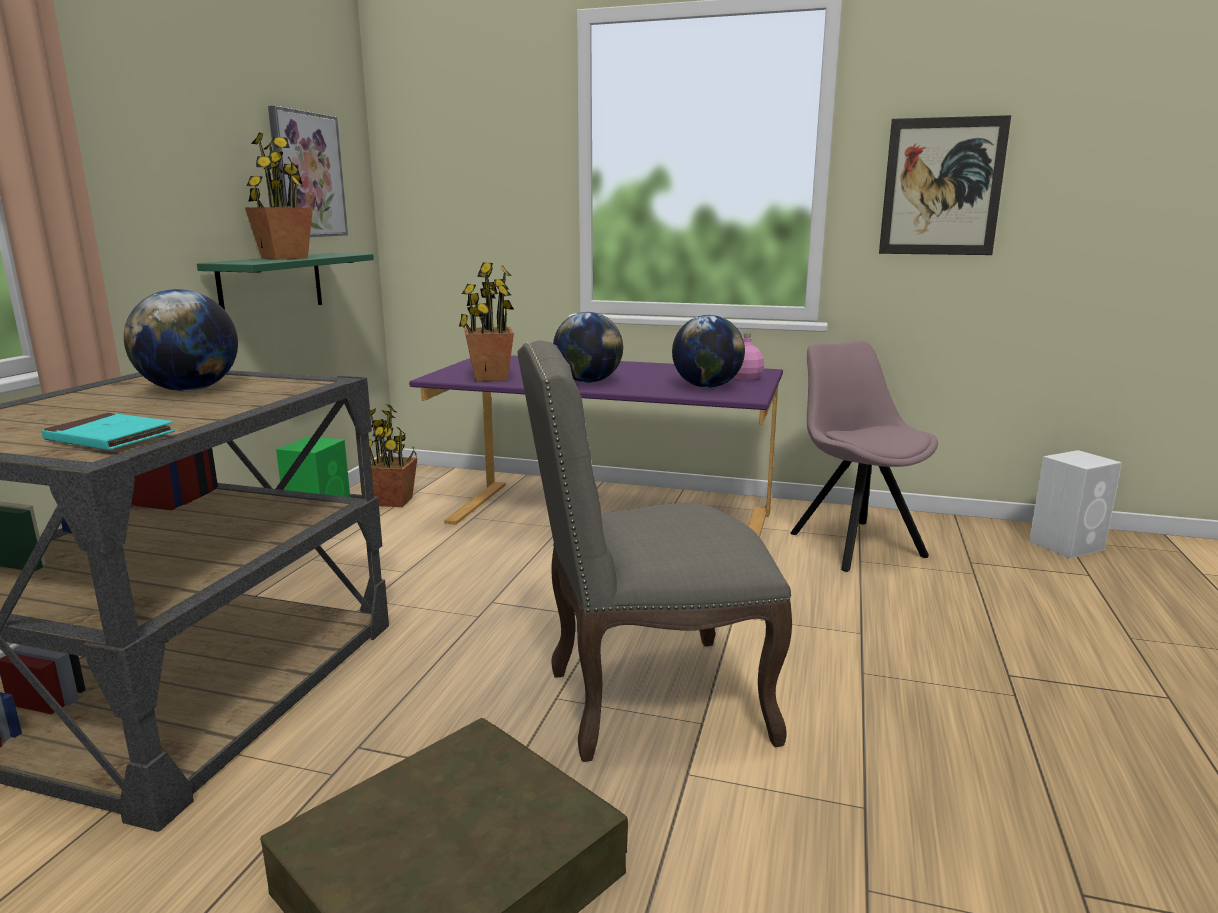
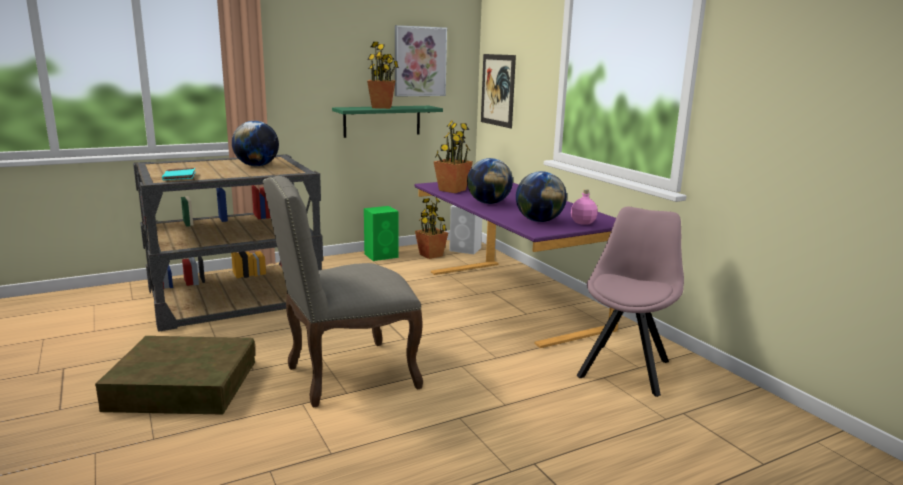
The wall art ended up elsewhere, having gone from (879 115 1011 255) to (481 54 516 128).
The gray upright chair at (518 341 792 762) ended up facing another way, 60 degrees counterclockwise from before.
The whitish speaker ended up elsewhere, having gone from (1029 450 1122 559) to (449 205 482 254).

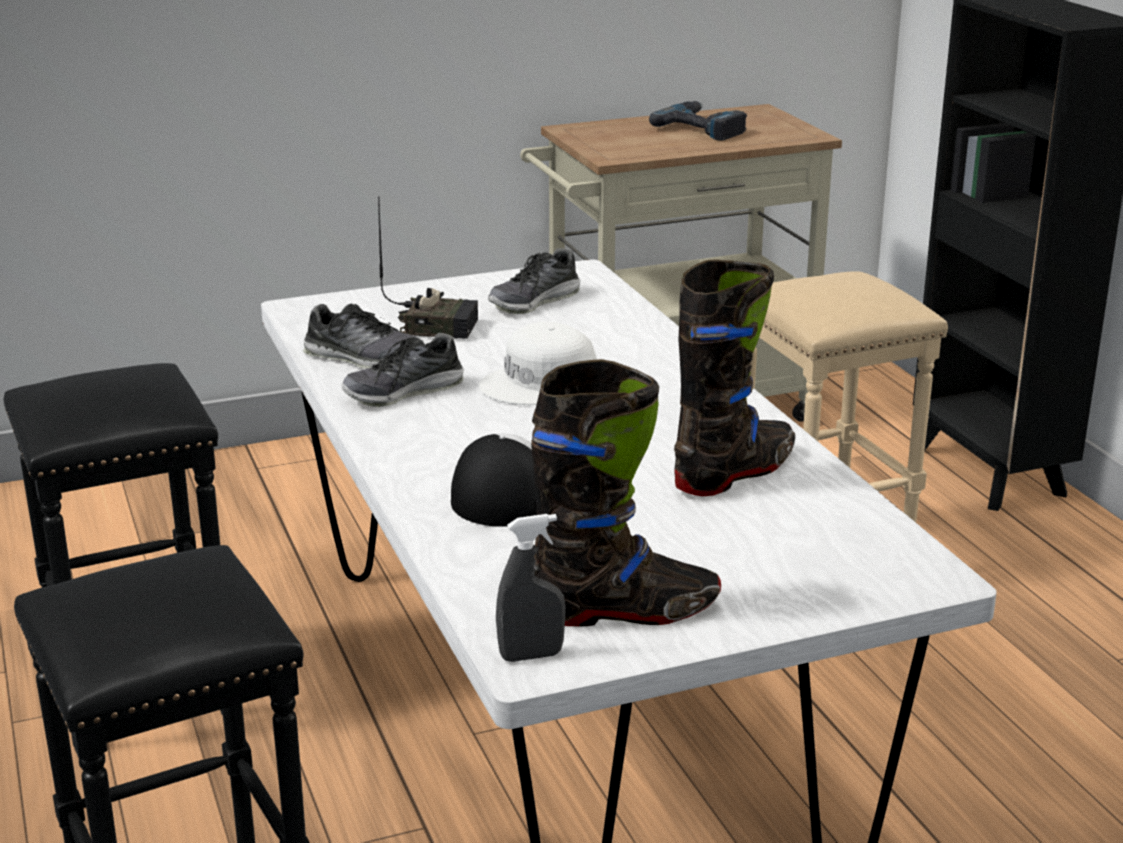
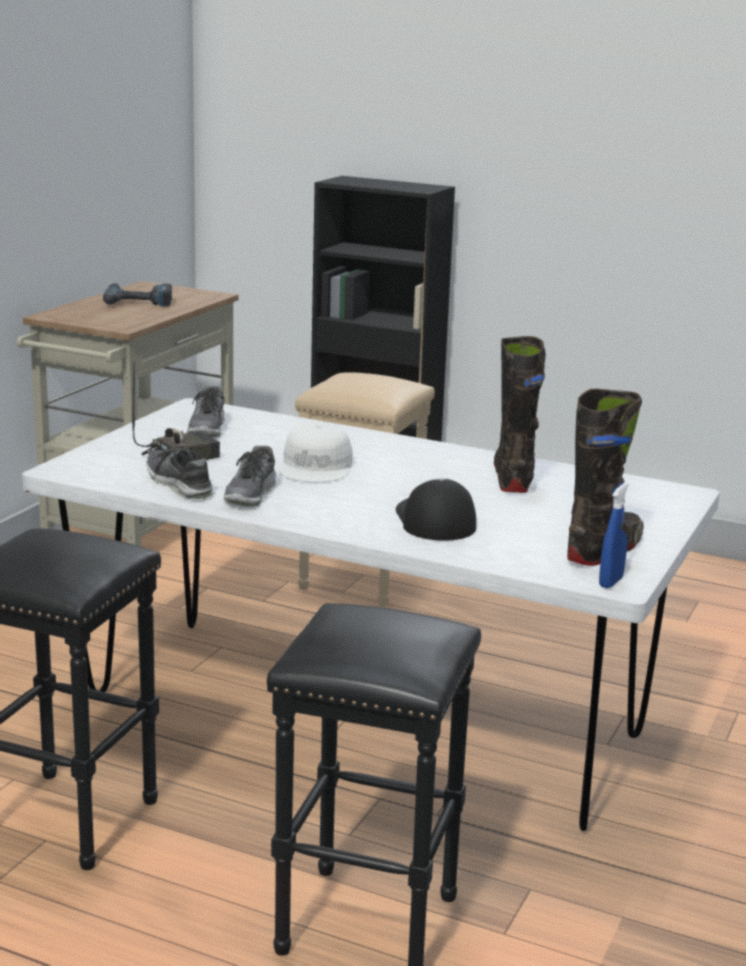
The shoe at (303 303 417 369) ended up facing another way, 105 degrees counterclockwise from before.
What was the gray hand sprayer at (496 514 566 662) turned into the blue hand sprayer at (599 482 629 588).

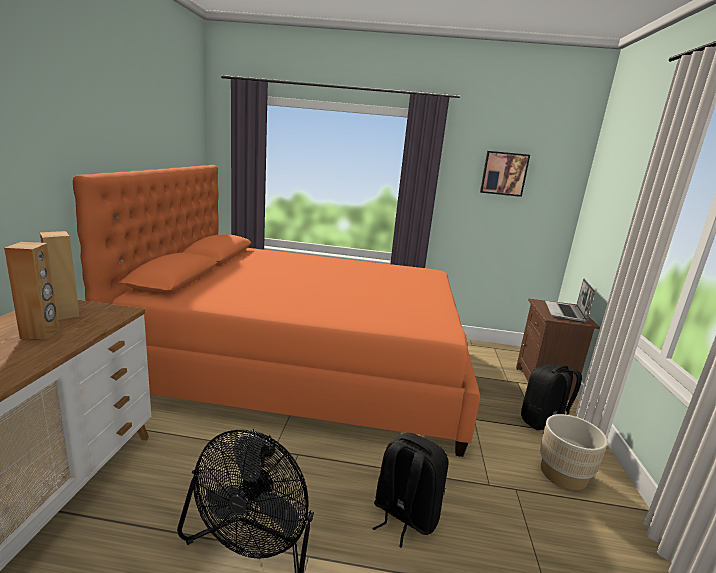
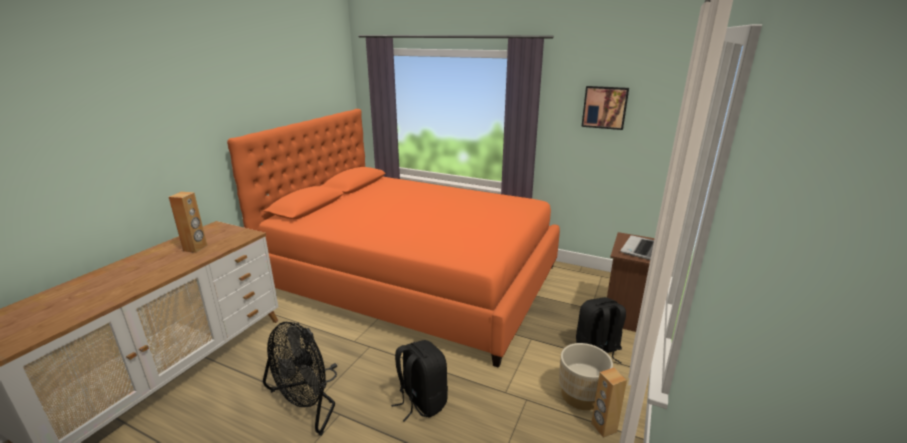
The brownish speaker ended up elsewhere, having gone from (40 231 80 320) to (591 368 627 438).

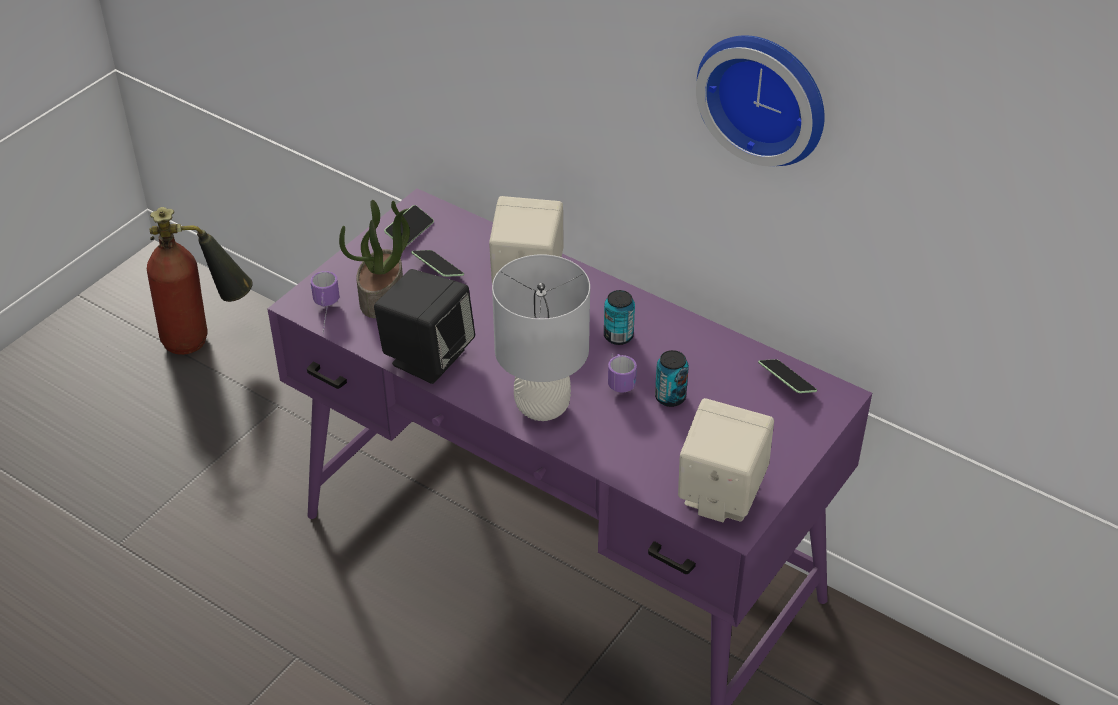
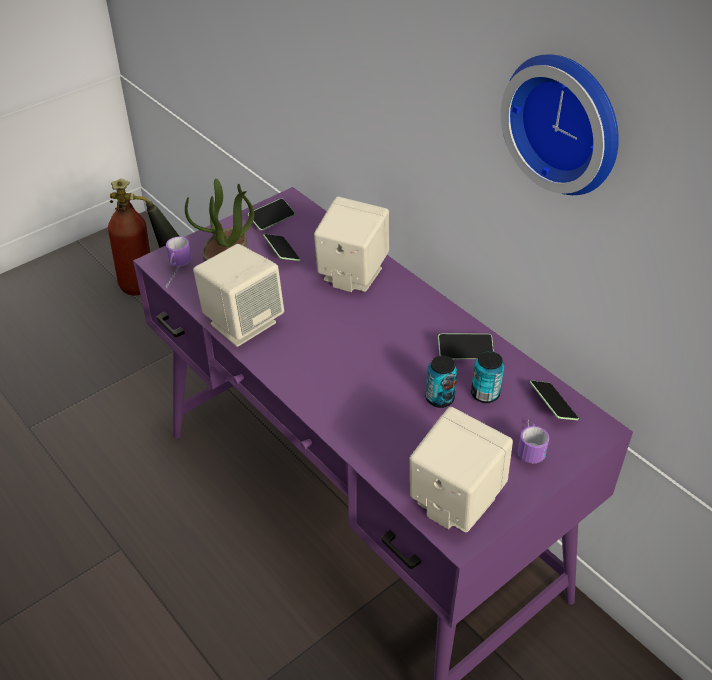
The second view lost the gray table lamp at (492 254 590 421).
What was the black speaker at (374 269 475 384) turned into the beige-coloured speaker at (193 244 284 347).
The metal can ended up elsewhere, having gone from (604 290 635 345) to (471 351 504 403).
The coffee mug ended up elsewhere, having gone from (608 354 637 393) to (518 420 549 463).
The second view gained the phone at (438 334 494 359).

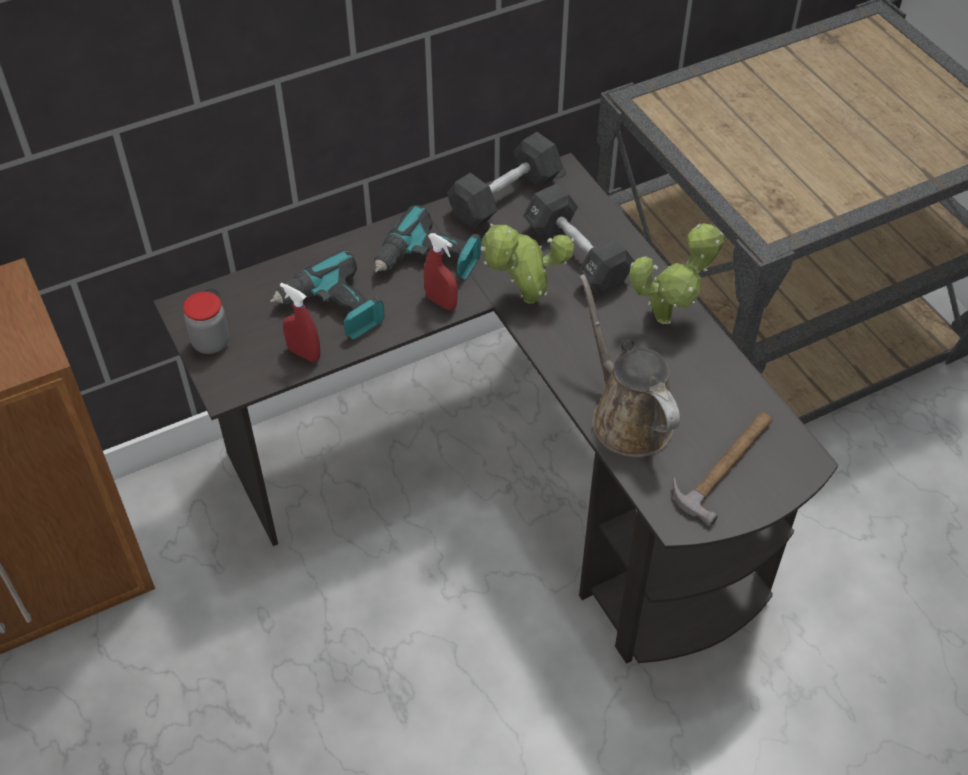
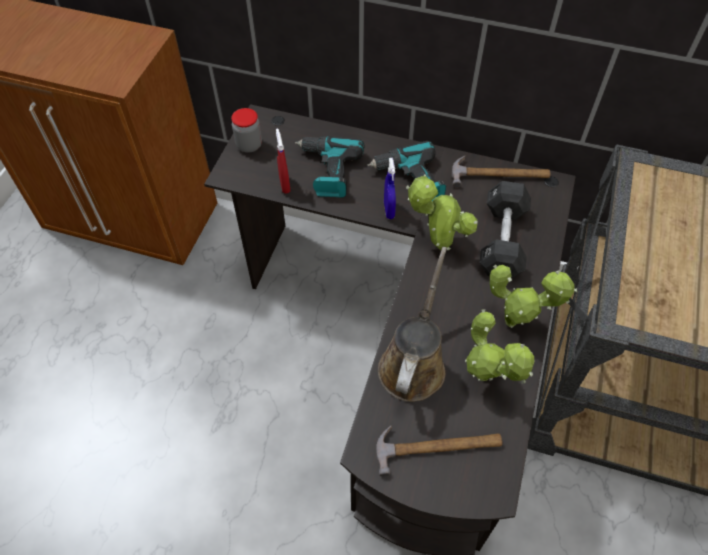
Where the black free weight stood at (447 132 563 229), the tool hammer came to stand at (452 155 551 188).
What was the red hand sprayer at (424 233 458 310) turned into the blue hand sprayer at (384 158 396 219).
The second view gained the potted plant at (465 309 535 384).

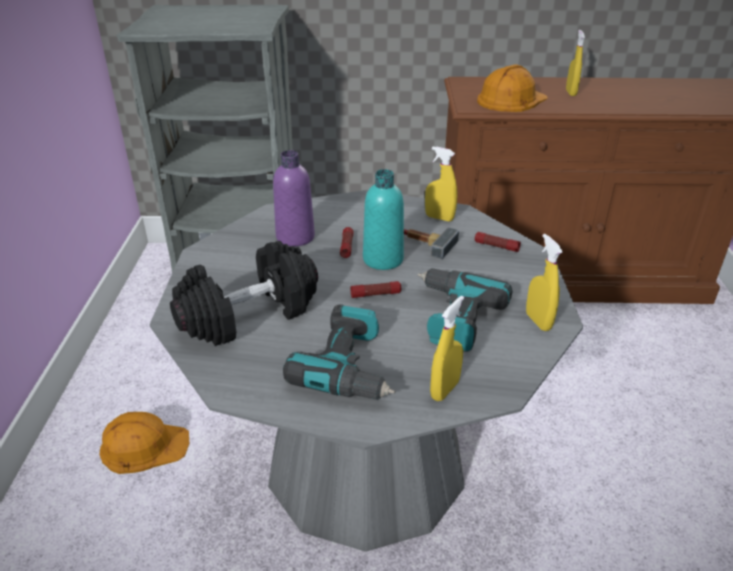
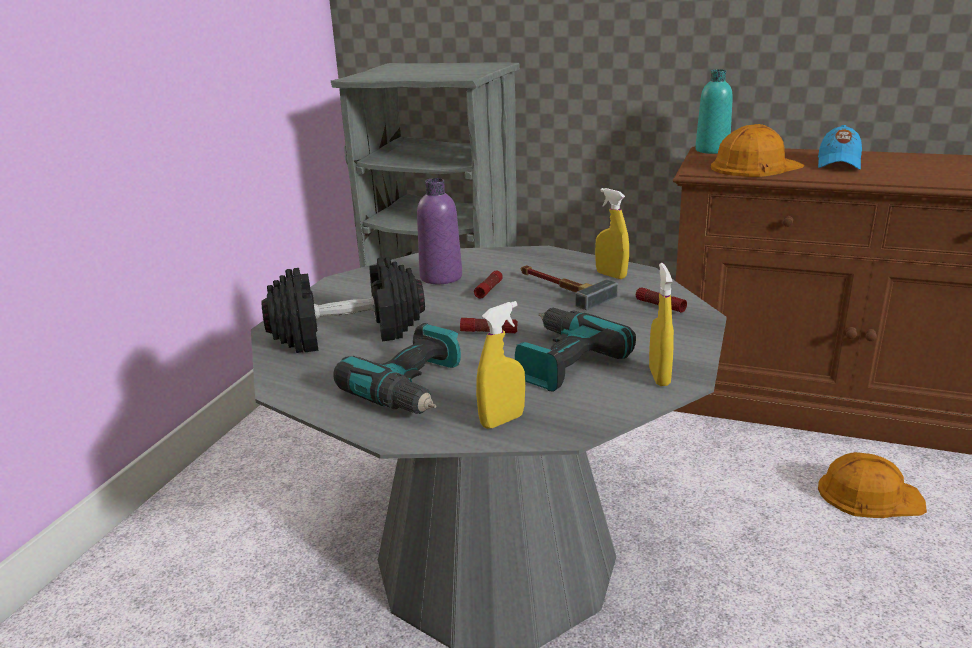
Where the yellowish hand sprayer stood at (566 30 585 96), the blue peaked cap came to stand at (818 125 862 170).
The turquoise-coloured drink bottle ended up elsewhere, having gone from (363 169 404 270) to (695 69 733 154).
The orangey work helmet ended up elsewhere, having gone from (100 412 189 474) to (818 452 927 518).

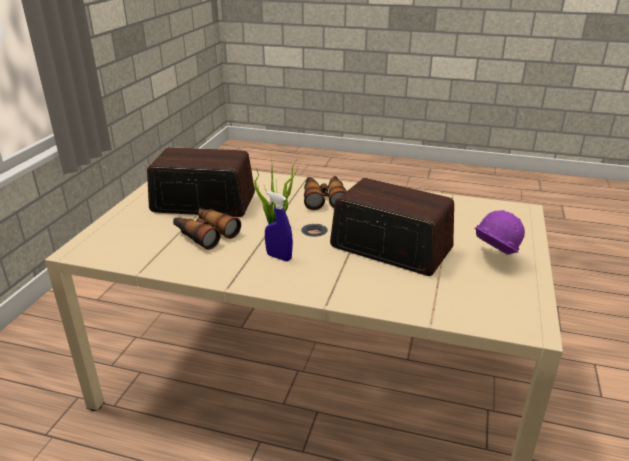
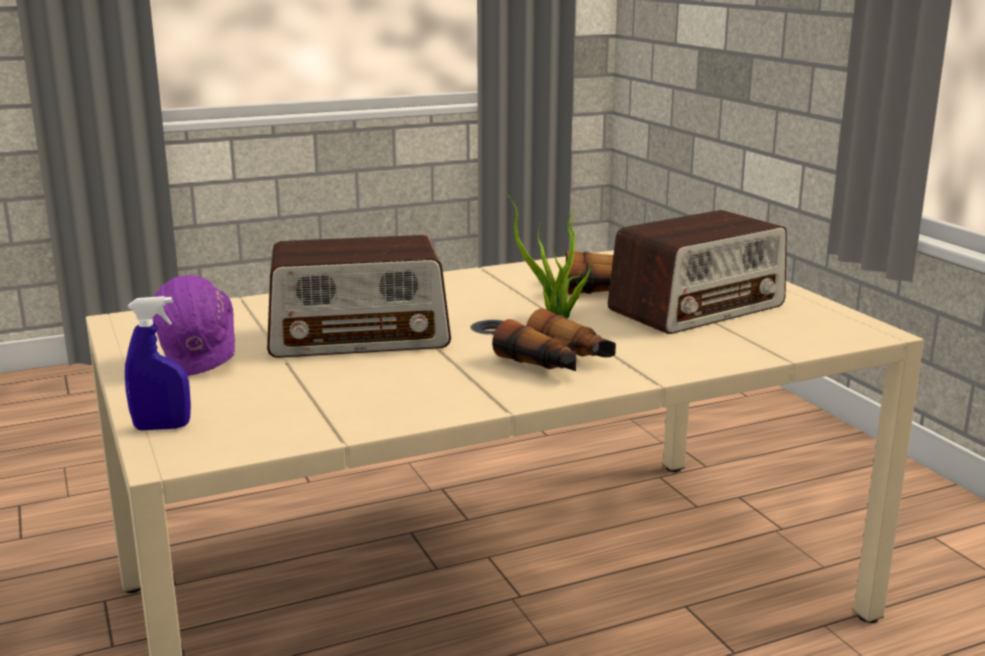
The blue hand sprayer ended up elsewhere, having gone from (265 191 293 261) to (125 296 191 430).

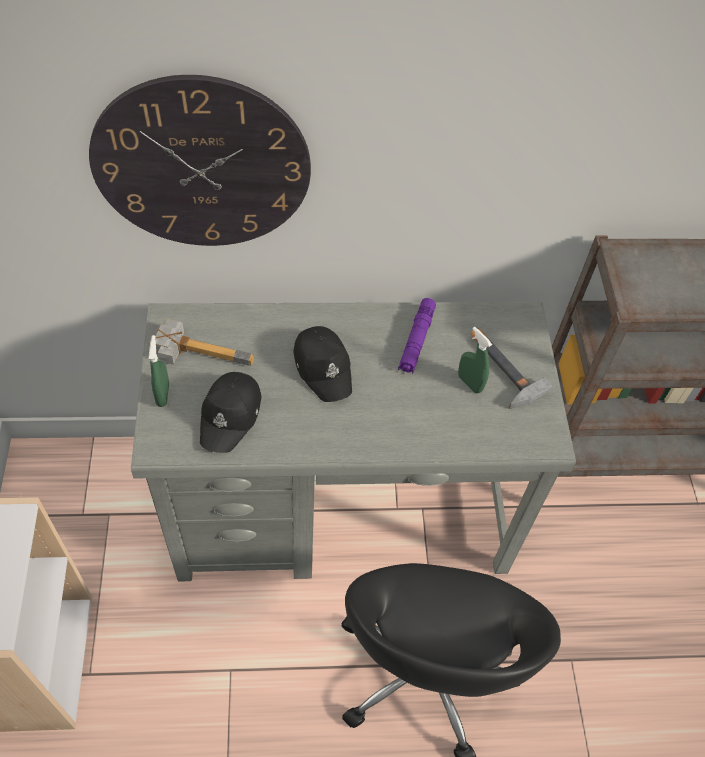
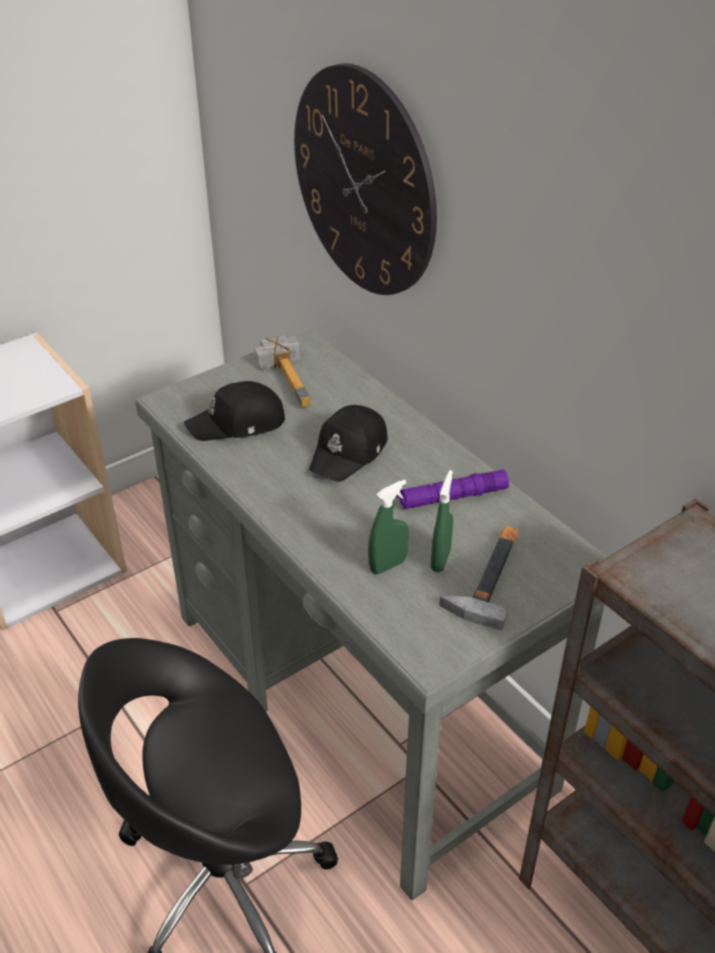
The green-coloured hand sprayer ended up elsewhere, having gone from (149 335 169 407) to (368 479 409 574).

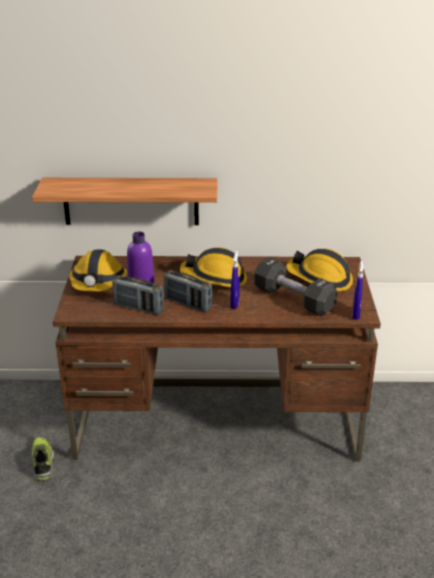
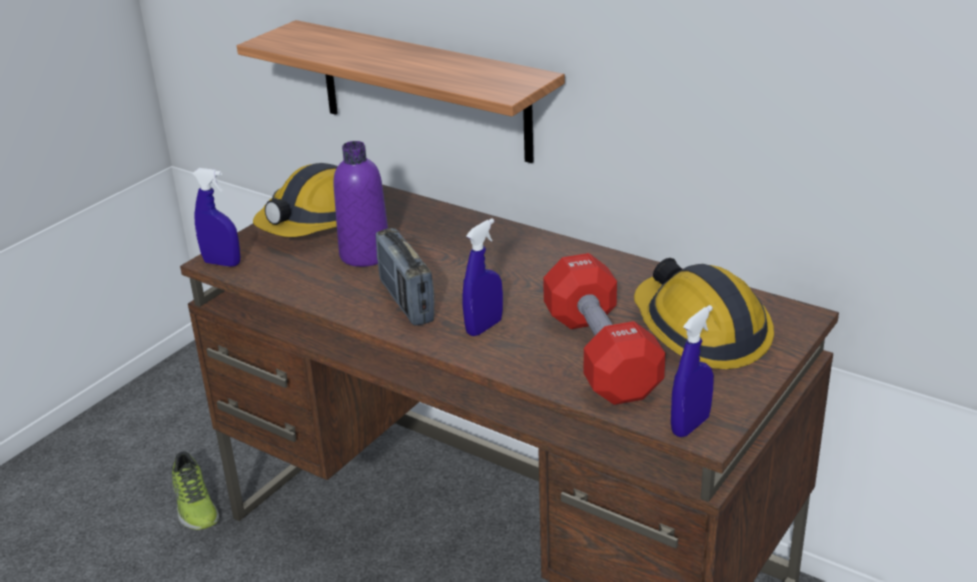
The second view lost the work helmet at (180 247 247 287).
What was the black free weight at (254 257 337 316) turned into the red free weight at (543 253 665 405).
The second view lost the radio at (112 275 164 315).
The shoe at (32 437 54 481) ended up facing another way, 135 degrees clockwise from before.
The second view gained the blue hand sprayer at (192 168 240 267).

